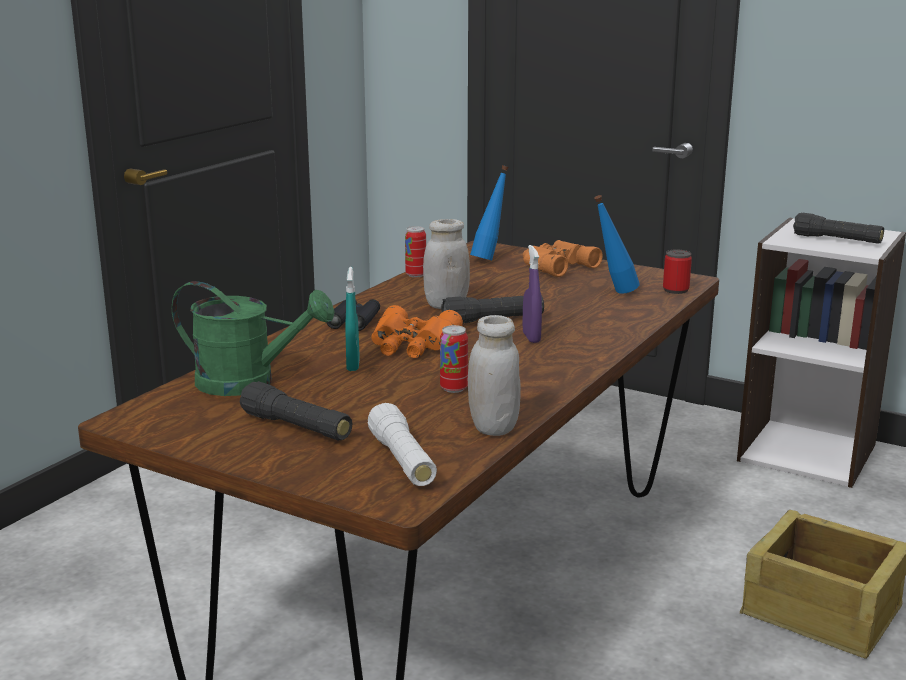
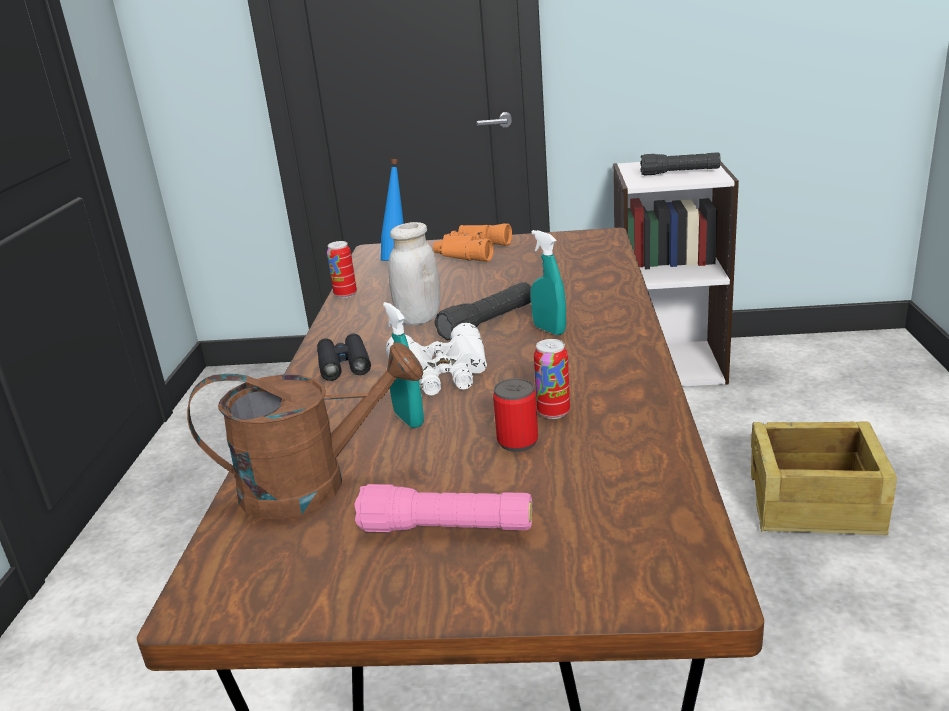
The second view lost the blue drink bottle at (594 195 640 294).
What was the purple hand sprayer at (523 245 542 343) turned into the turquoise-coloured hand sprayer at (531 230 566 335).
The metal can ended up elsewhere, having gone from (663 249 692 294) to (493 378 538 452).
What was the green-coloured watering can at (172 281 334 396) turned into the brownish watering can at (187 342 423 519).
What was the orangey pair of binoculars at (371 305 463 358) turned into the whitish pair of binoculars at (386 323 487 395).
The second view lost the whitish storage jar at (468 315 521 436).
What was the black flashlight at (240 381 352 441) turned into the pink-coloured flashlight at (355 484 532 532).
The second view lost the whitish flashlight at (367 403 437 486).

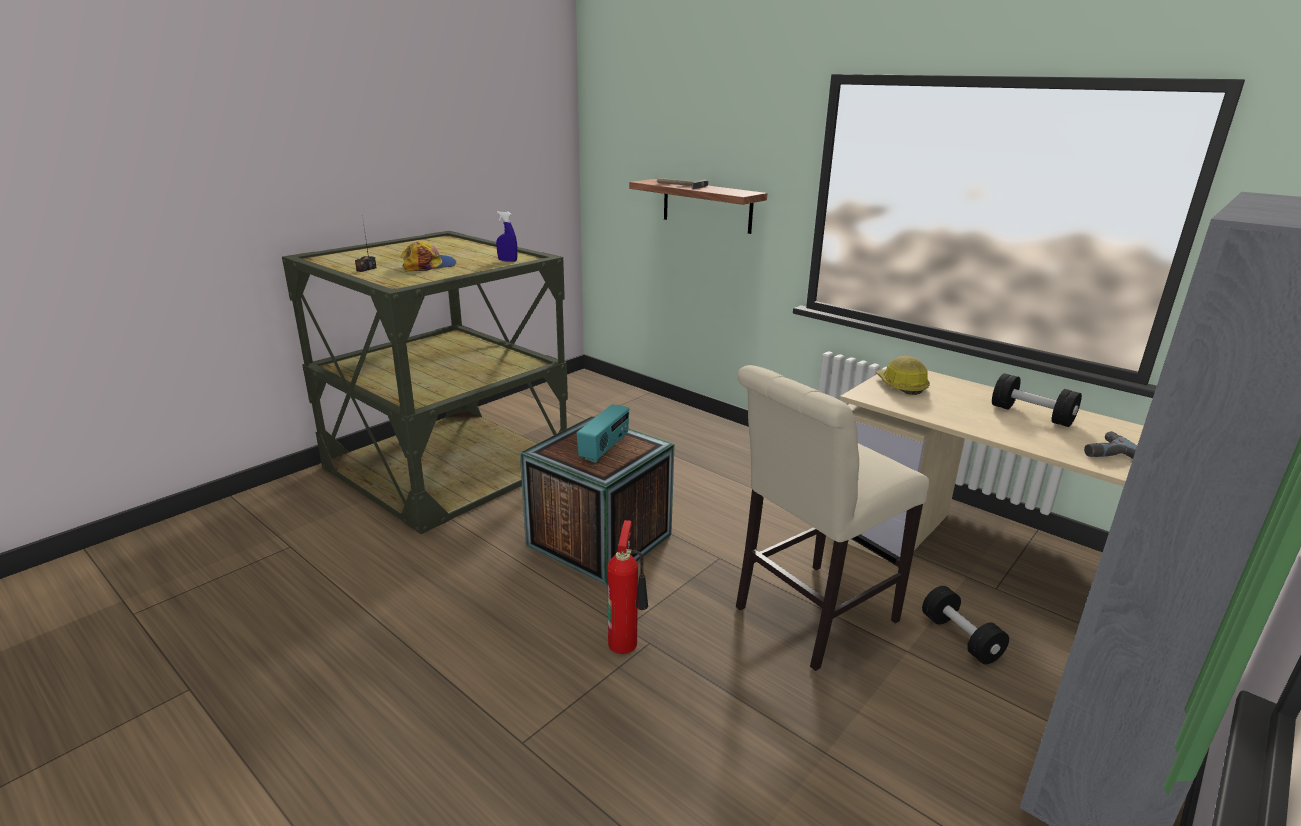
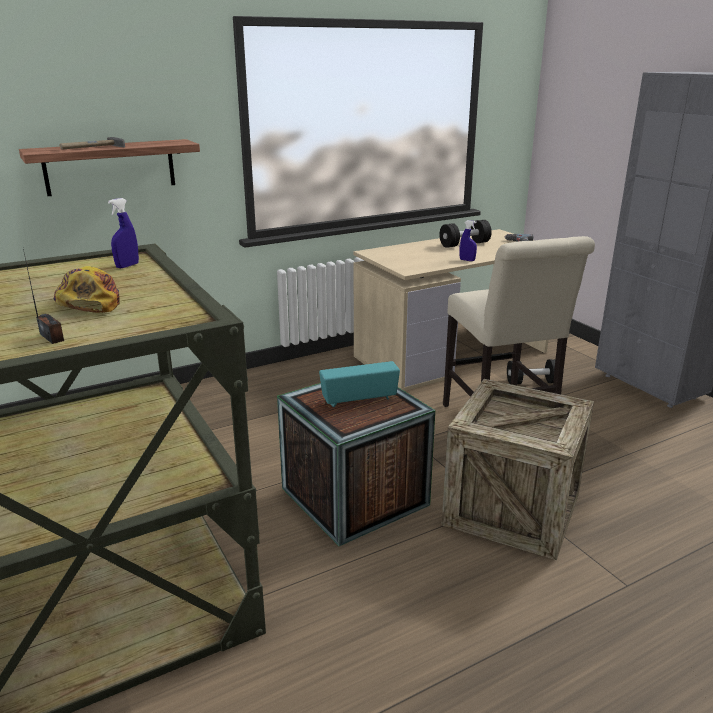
The second view lost the work helmet at (876 356 930 395).
The radio at (576 404 629 463) ended up facing another way, 60 degrees counterclockwise from before.
Where the extinguisher stood at (608 520 648 654), the shipping crate came to stand at (442 379 594 560).
The second view gained the blue hand sprayer at (459 220 477 261).

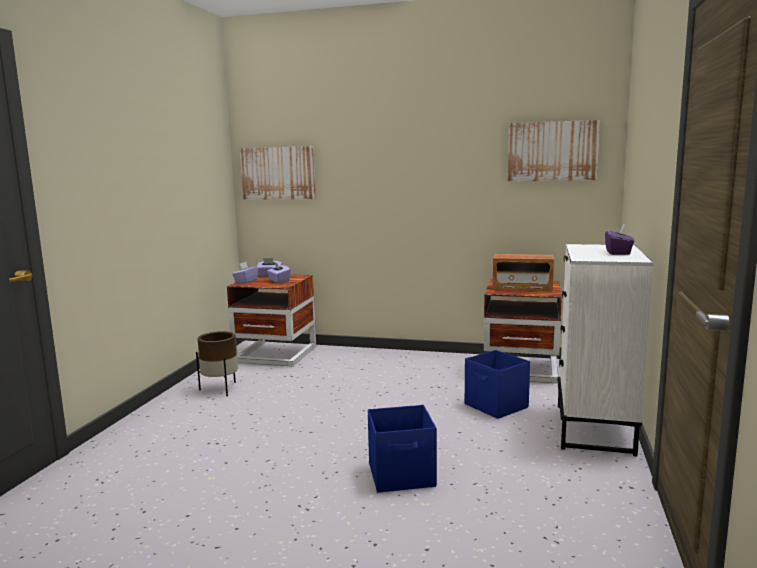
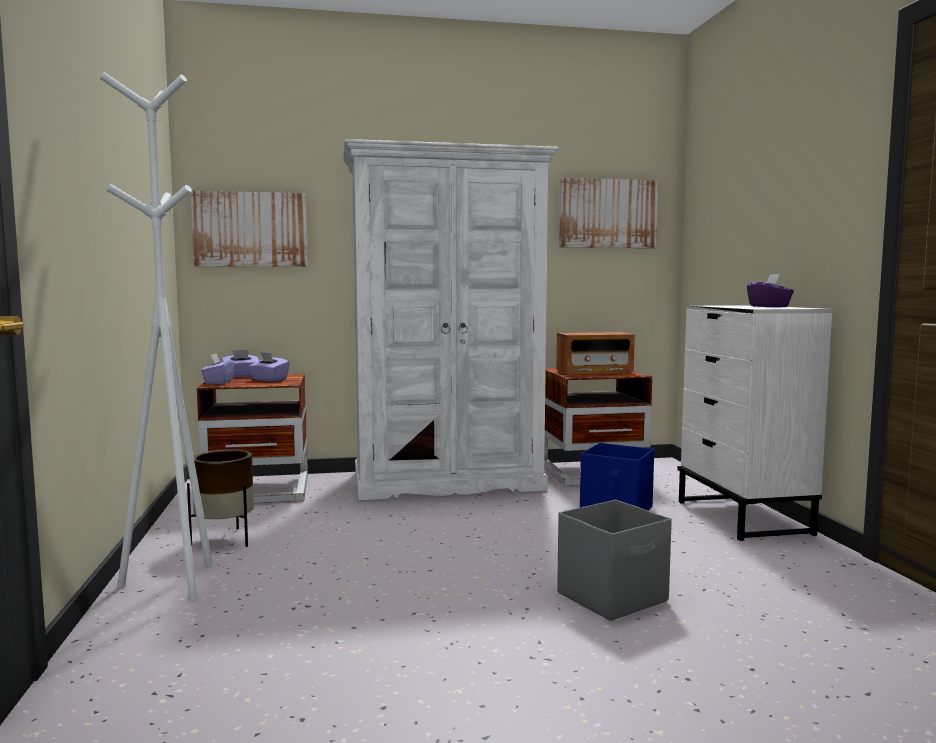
What was the blue storage container at (368 405 437 493) turned into the gray storage container at (557 500 672 621).
The second view gained the whitish garment rack at (100 72 213 600).
The second view gained the whitish wardrobe at (343 139 559 500).

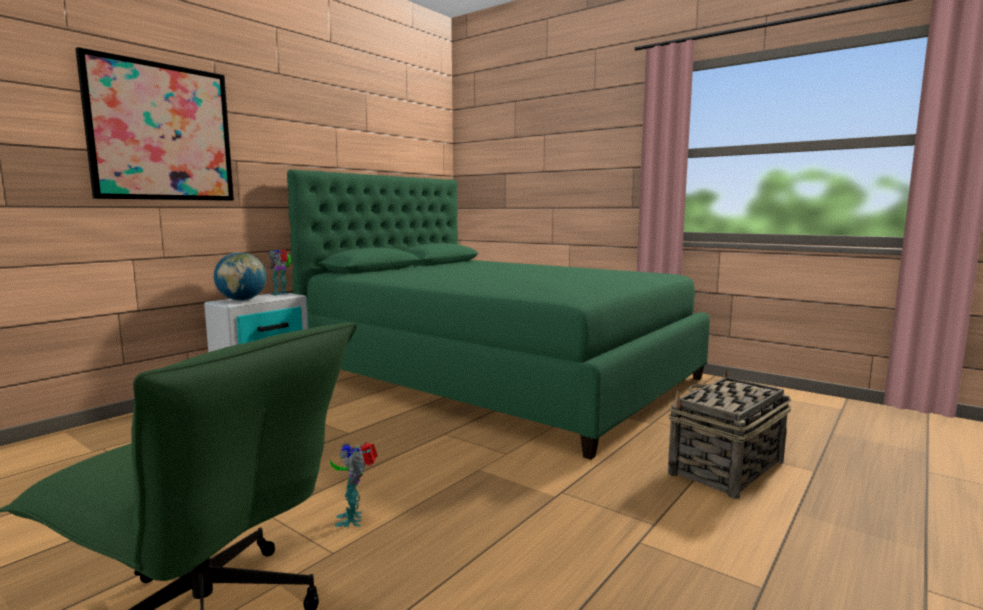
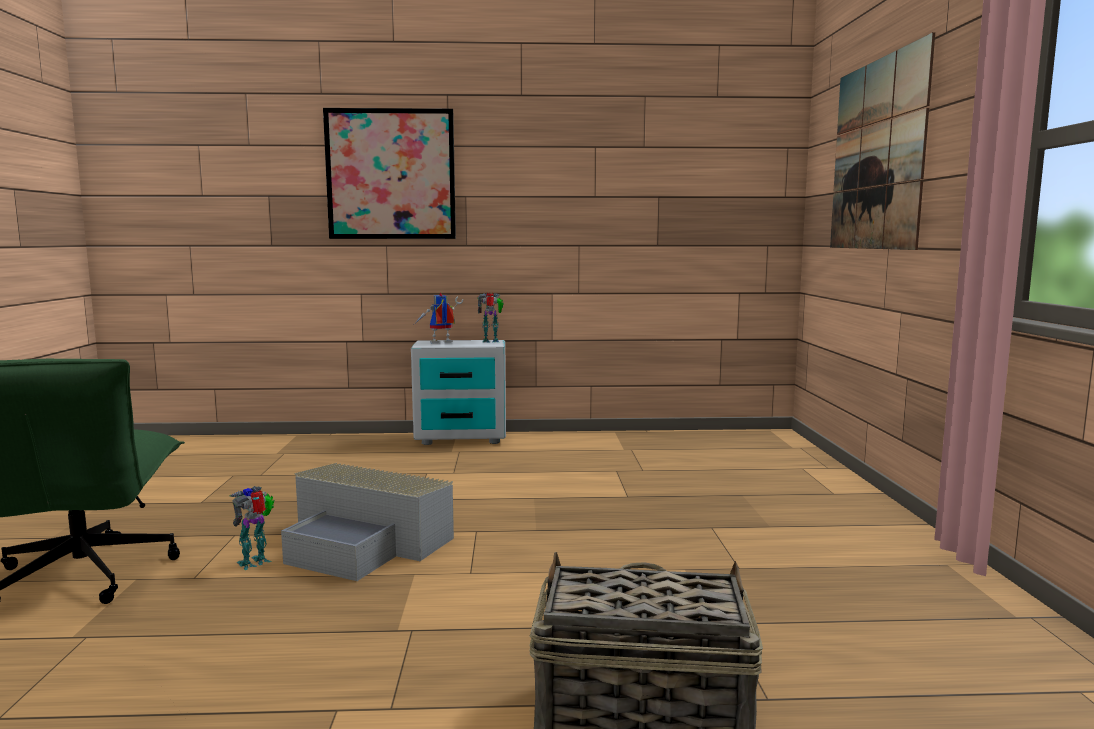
The second view lost the green-coloured bedroom bed at (287 169 710 460).
Where the world globe stood at (214 252 266 301), the toy robot came to stand at (415 293 463 343).
The second view gained the wall art at (830 32 935 250).
The second view gained the gray storage container at (281 463 454 581).

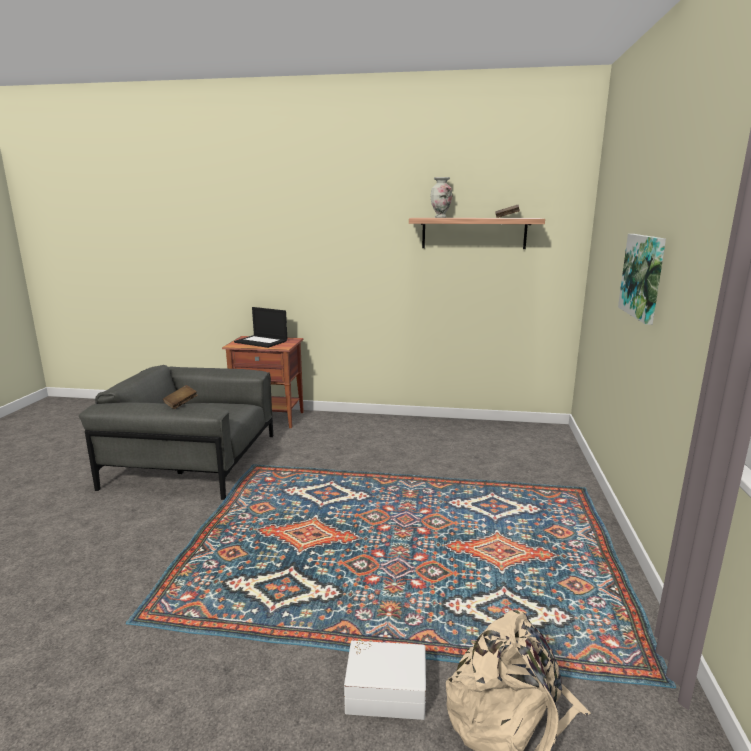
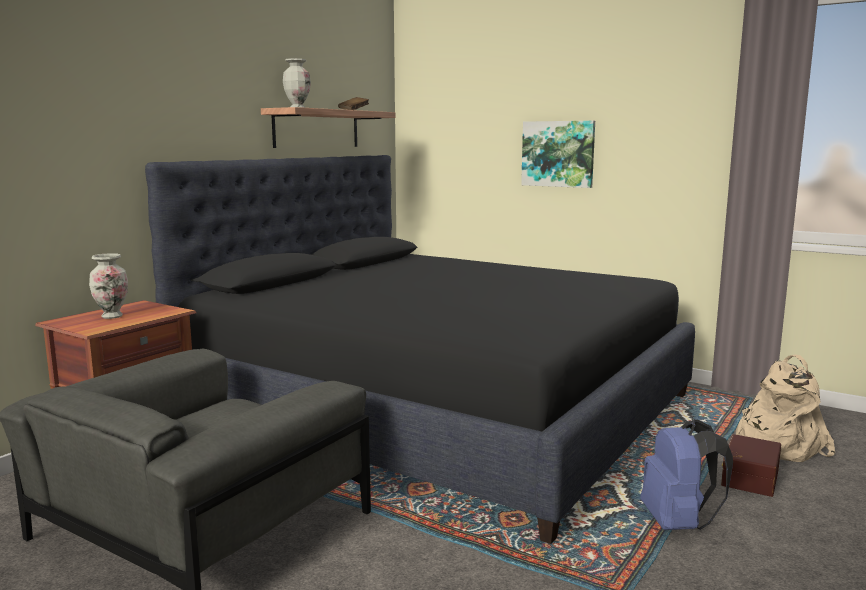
Where the portable computer stood at (234 307 287 348), the flower vase came to stand at (89 253 128 319).
The second view lost the brownish bound book at (163 385 197 409).
What was the whitish storage container at (344 640 426 720) turned into the brownish storage container at (721 434 781 497).
The second view gained the black bedroom bed at (145 155 695 544).
The second view gained the blue rucksack at (641 419 733 530).

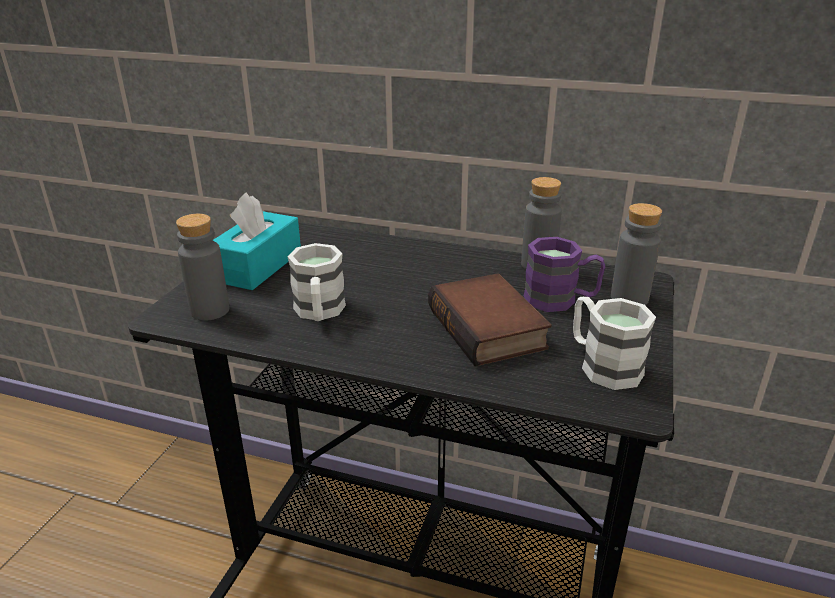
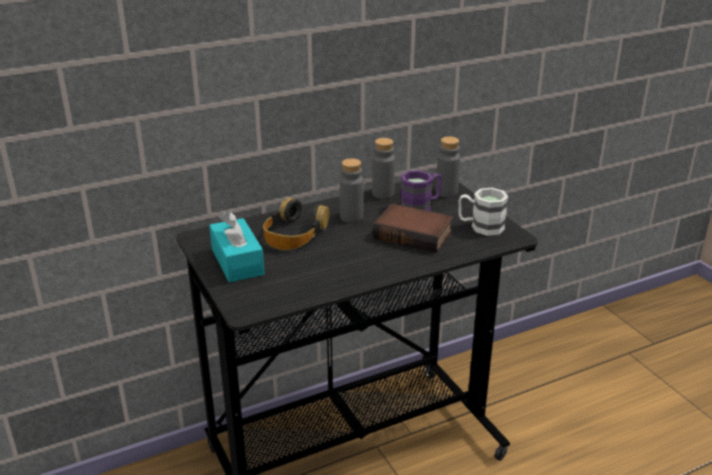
The gray drink bottle ended up elsewhere, having gone from (176 214 230 321) to (340 158 364 223).
The second view lost the whitish coffee mug at (287 243 346 321).
The second view gained the headphones at (263 198 330 250).

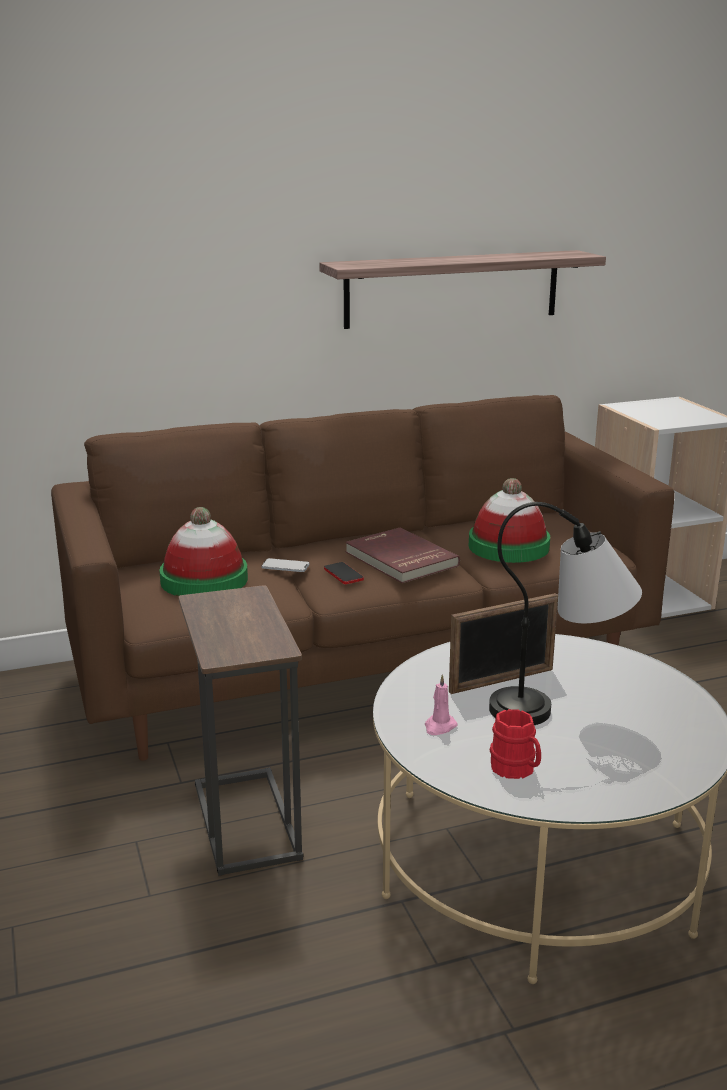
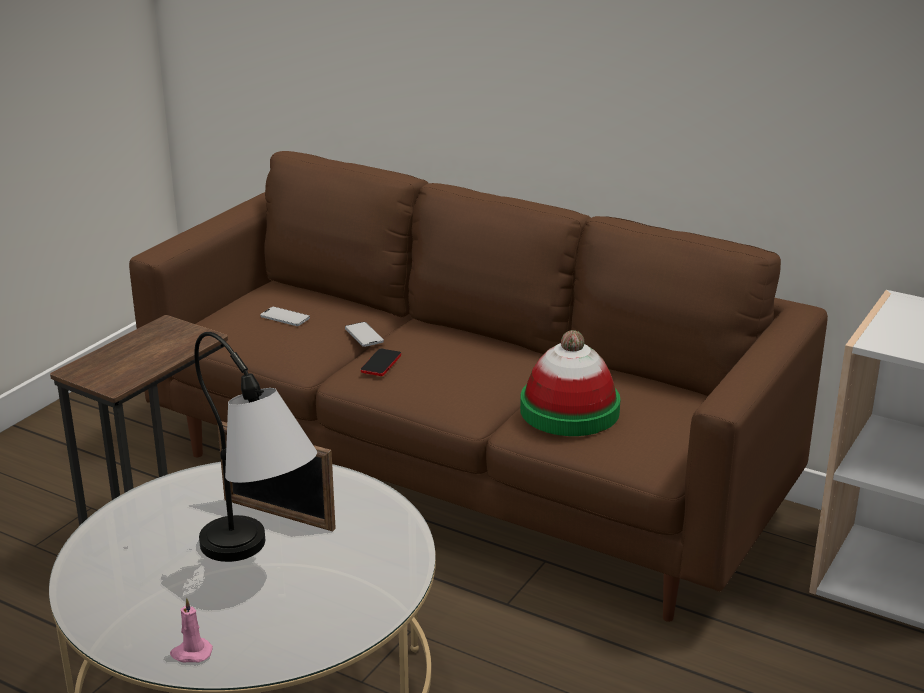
The second view lost the bracket shelf at (320 250 606 329).
Where the clothing hat stood at (159 507 248 596), the phone came to stand at (260 307 310 326).
The second view lost the red bound book at (346 527 460 583).
The pink-coloured wax candle ended up elsewhere, having gone from (425 674 458 735) to (170 598 213 663).
The second view lost the red coffee mug at (490 709 541 779).

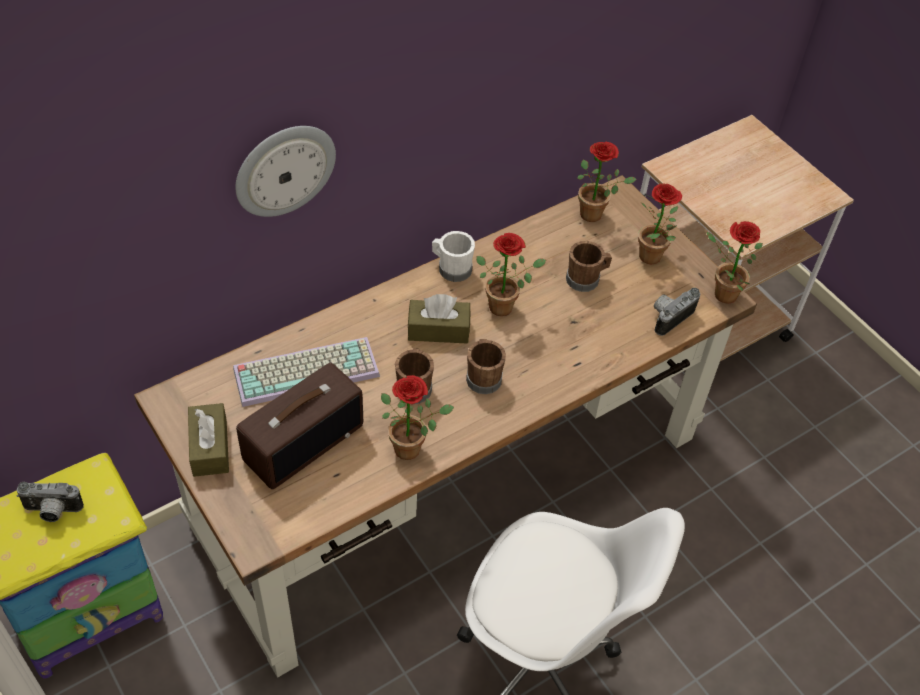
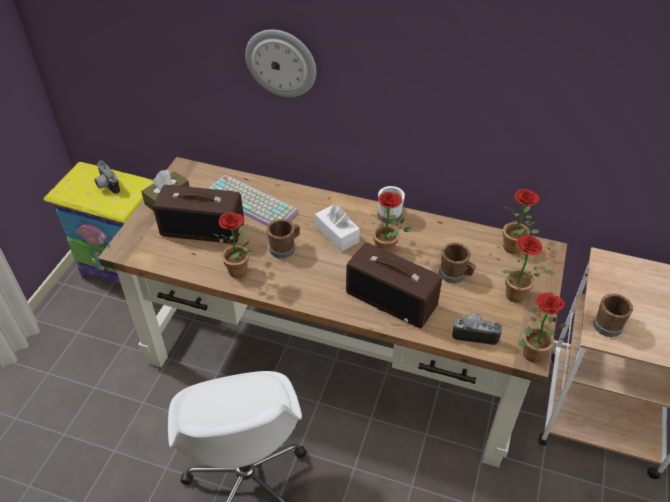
What was the brownish tissue holder at (408 294 470 344) turned into the whitish tissue holder at (315 204 360 252).
The brownish coffee mug ended up elsewhere, having gone from (466 339 506 394) to (593 294 633 337).
The second view gained the radio at (346 243 442 328).

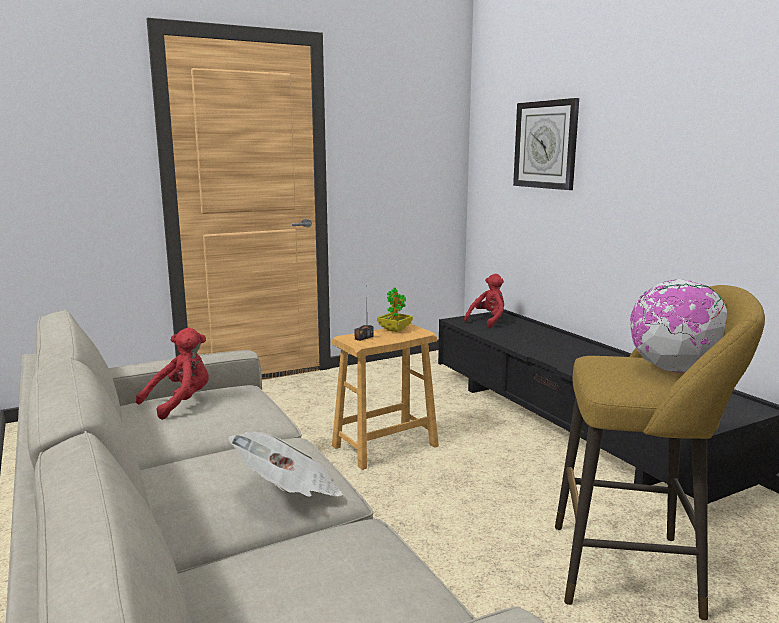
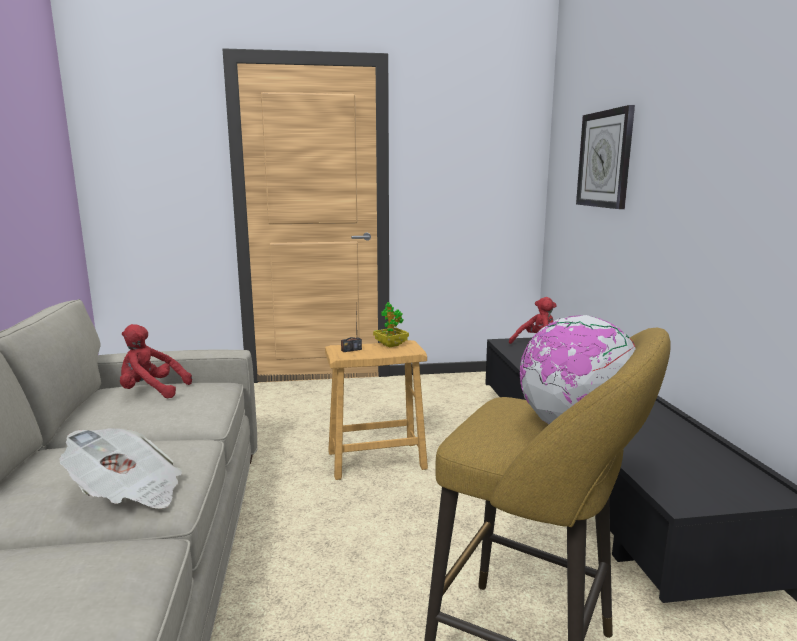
The red plush toy at (136 328 209 420) ended up facing another way, 150 degrees counterclockwise from before.

